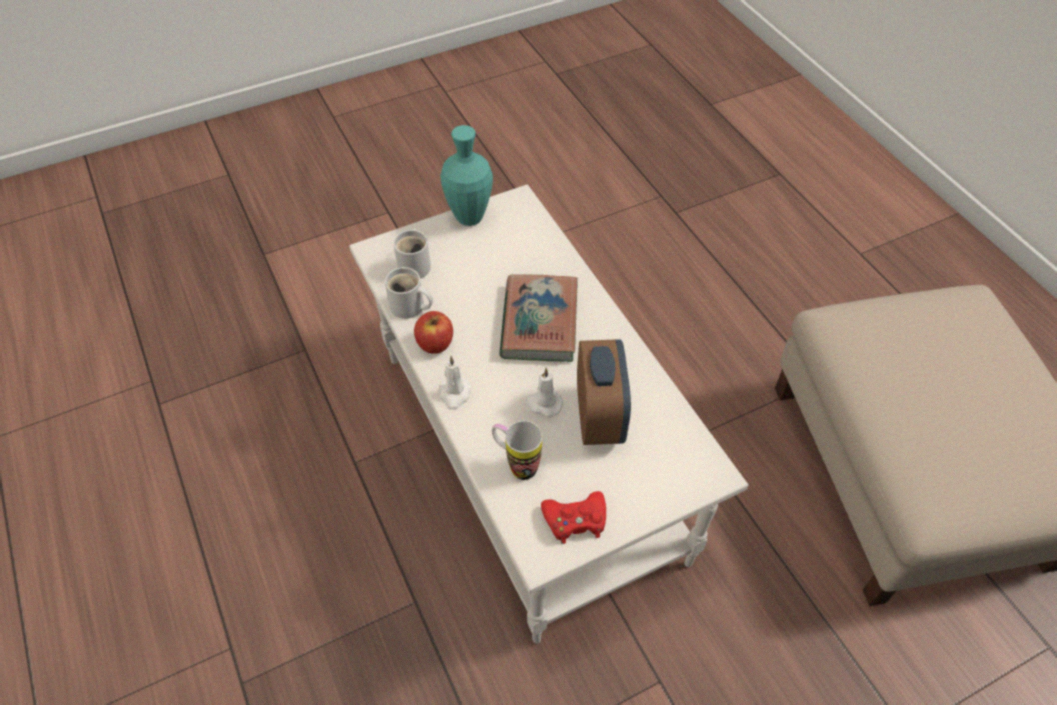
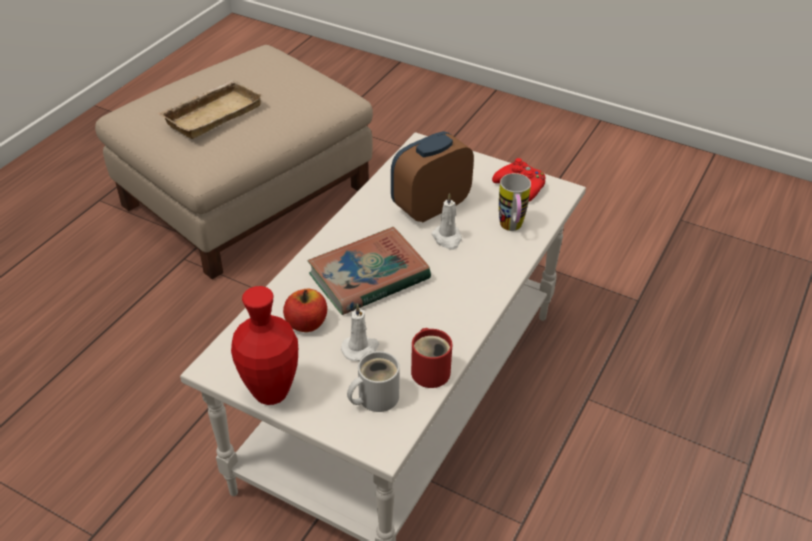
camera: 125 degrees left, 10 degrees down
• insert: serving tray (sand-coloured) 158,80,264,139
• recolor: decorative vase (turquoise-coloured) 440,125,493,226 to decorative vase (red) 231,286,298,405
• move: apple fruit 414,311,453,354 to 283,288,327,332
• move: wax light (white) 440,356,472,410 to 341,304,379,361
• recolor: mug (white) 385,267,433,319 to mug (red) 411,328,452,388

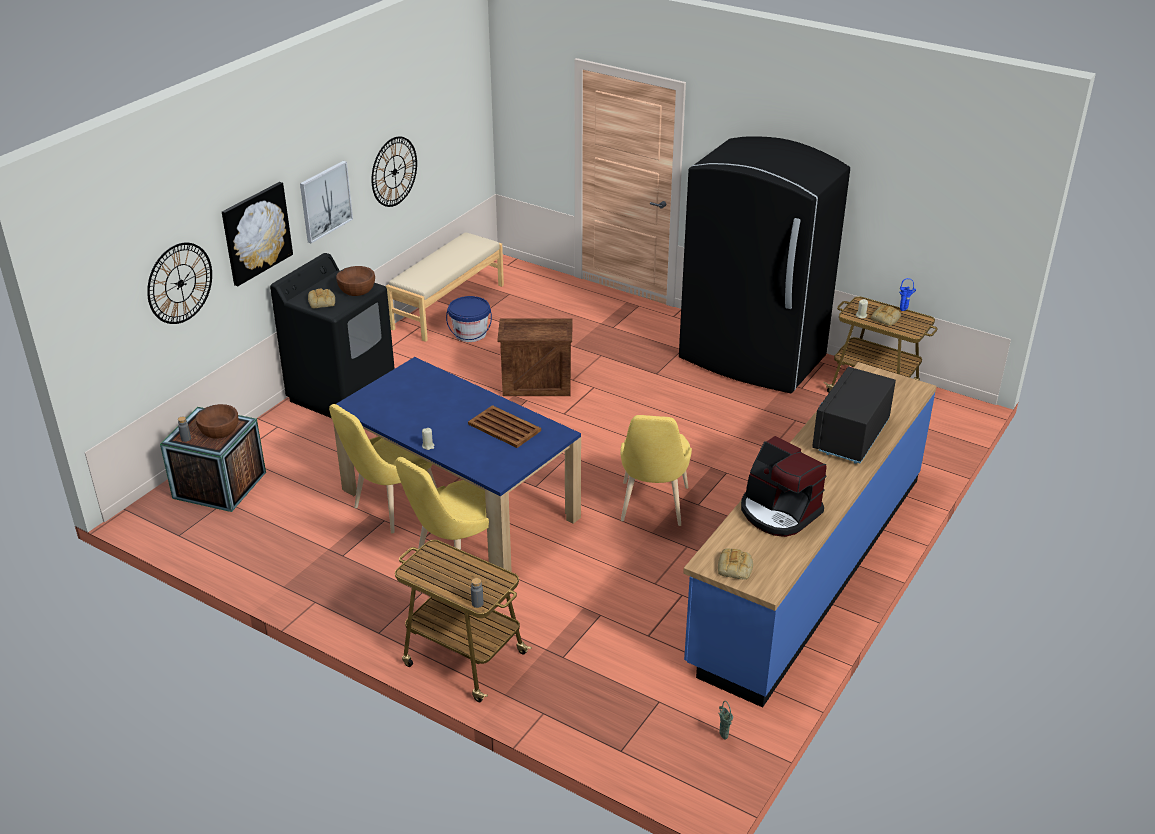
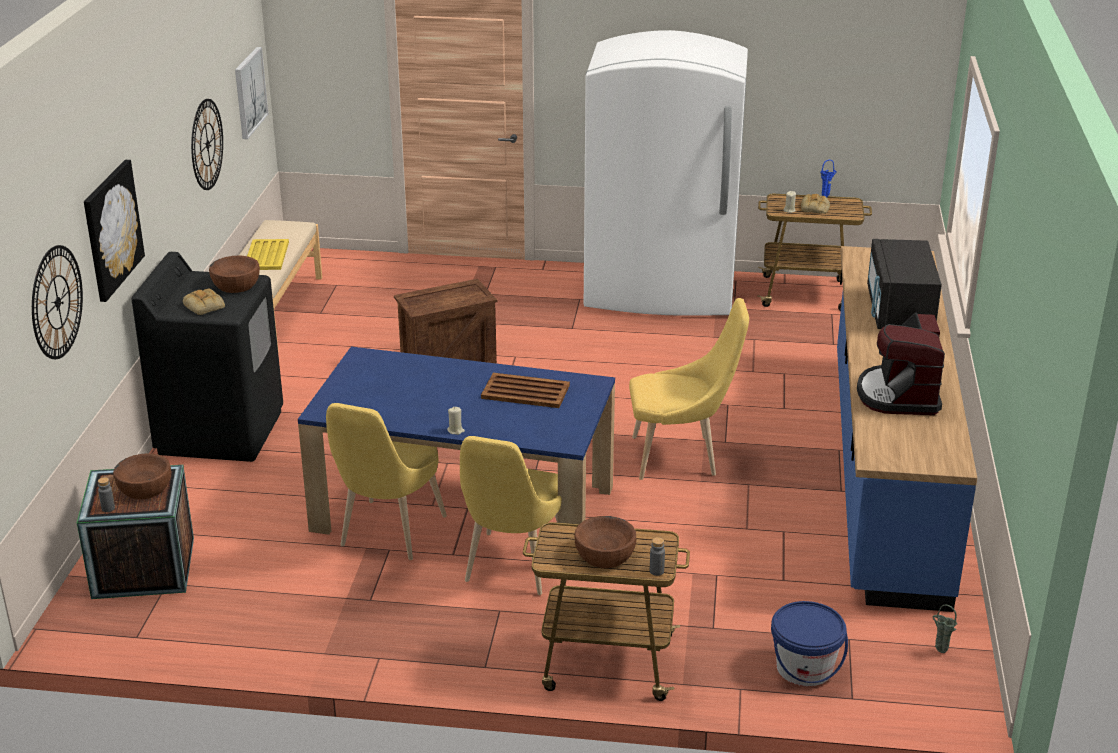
camera: 25 degrees left, 5 degrees down
• move: picture 300,161,353,243 to 235,47,268,139
• insert: serving tray (yellowish) 247,239,289,270
• insert: bowl (brown) 575,516,636,568
• recolor: kitchen fridge (black) 679,136,850,393 to kitchen fridge (white) 584,30,748,316
• rotate: plain chair (yellowish) 620,415,692,526 = 629,298,749,480 75 degrees counterclockwise
• move: water bucket (blue-coloured) 446,296,492,342 to 771,601,848,686
• rotate: coffee brewer 741,436,827,537 = 857,313,945,415 75 degrees clockwise
• delete: bakery bread 718,548,753,580

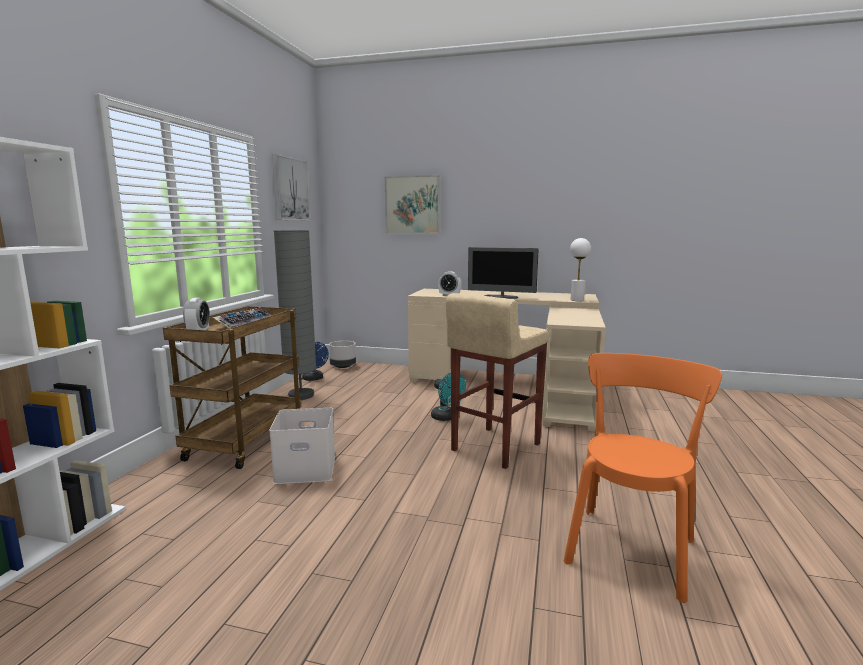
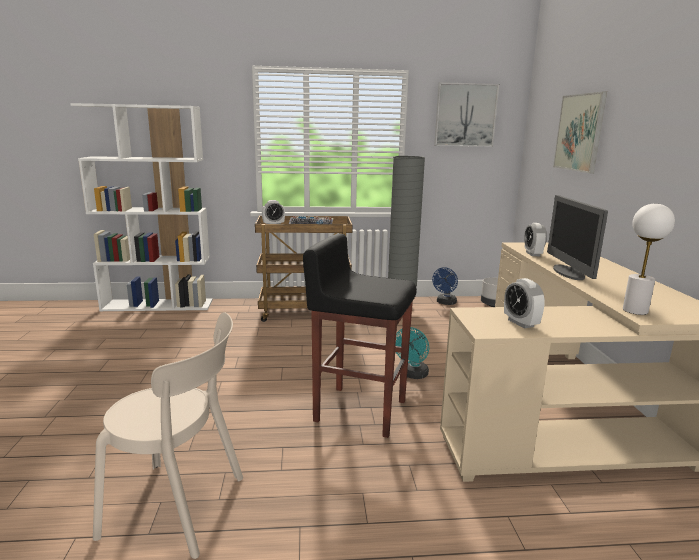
camera: 70 degrees right, 5 degrees up
• recolor: plain chair (orangey) 564,353,722,603 to plain chair (sand-coloured) 93,312,243,559
• recolor: stool (sand-coloured) 446,293,549,469 to stool (black) 303,233,417,438
• insert: table clock 504,278,545,328
• delete: storage container (white) 269,408,335,484

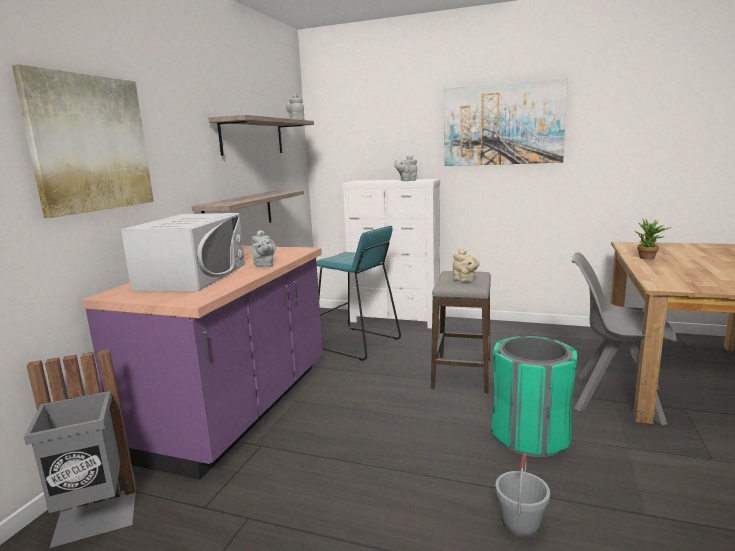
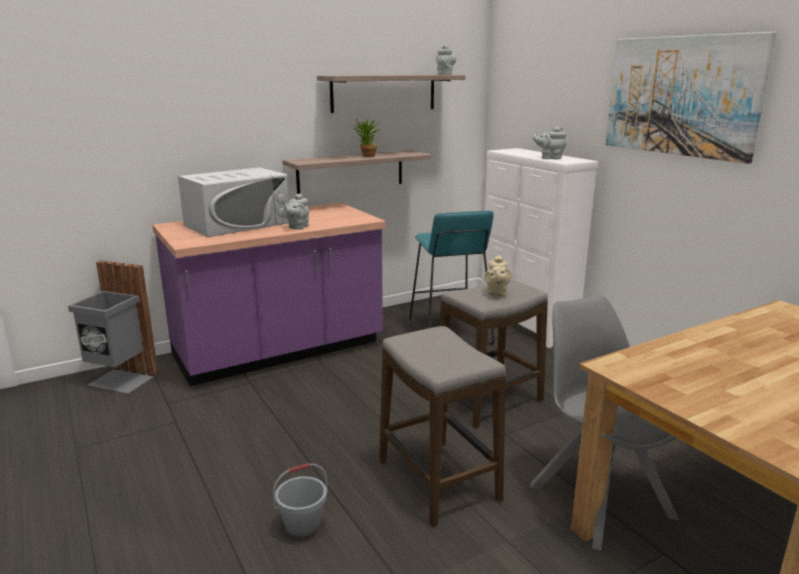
camera: 40 degrees right, 5 degrees up
• move: houseplant 635,219,672,260 to 353,119,381,157
• replace: rubbish bin (greenish) 491,336,577,457 to stool 379,326,506,527
• delete: picture 12,64,154,218

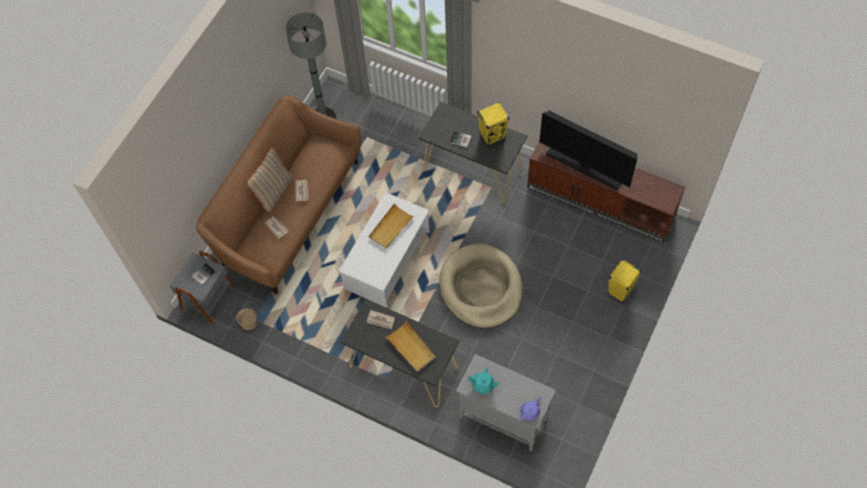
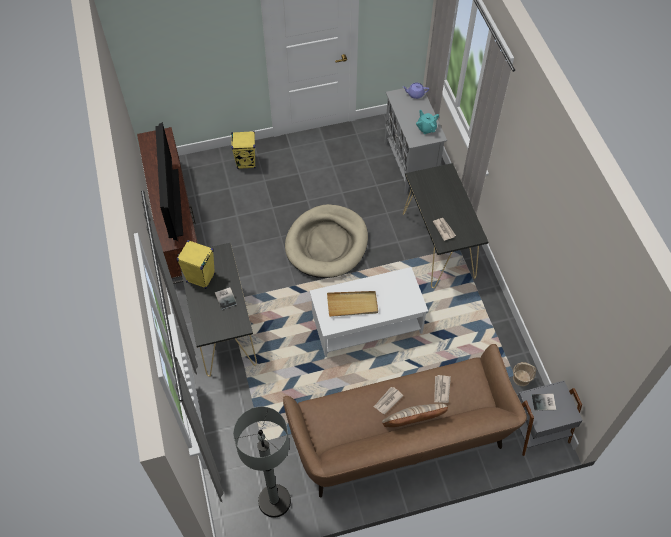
camera: 135 degrees left, 5 degrees down
• delete: serving tray (sand-coloured) 386,321,436,372

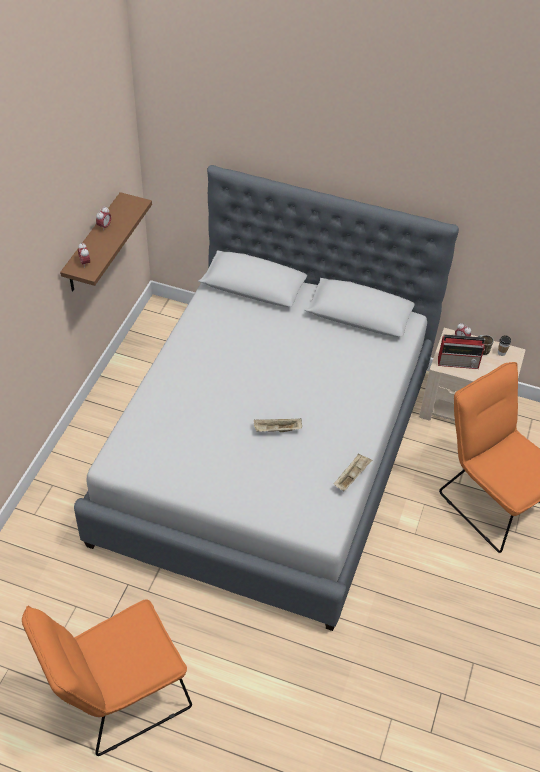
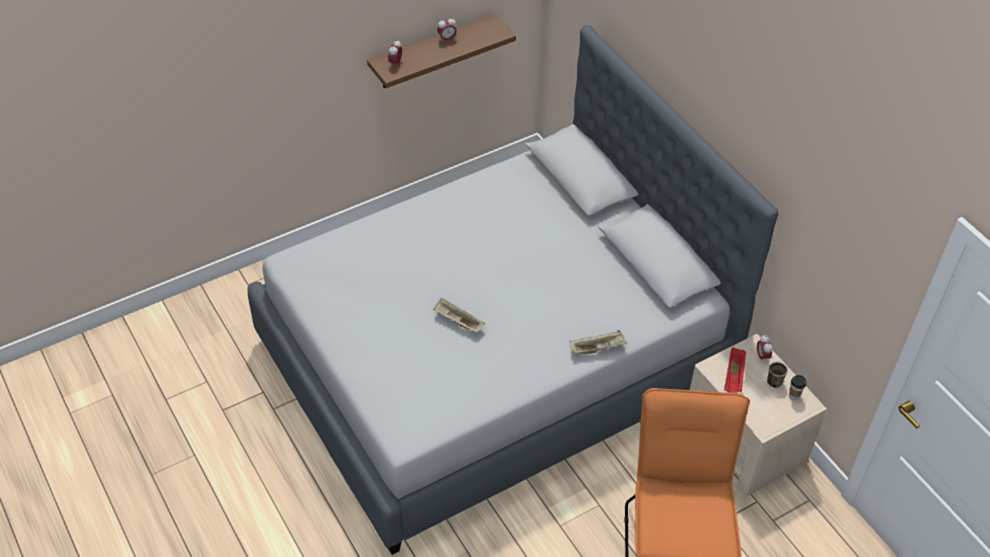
camera: 40 degrees right, 0 degrees up
• move: serving tray (sand-coloured) 334,453,372,491 to 570,330,627,354
• replace: radio 438,334,485,369 to serving tray (red) 724,347,746,393
• delete: plain chair (orangey) 22,599,192,756

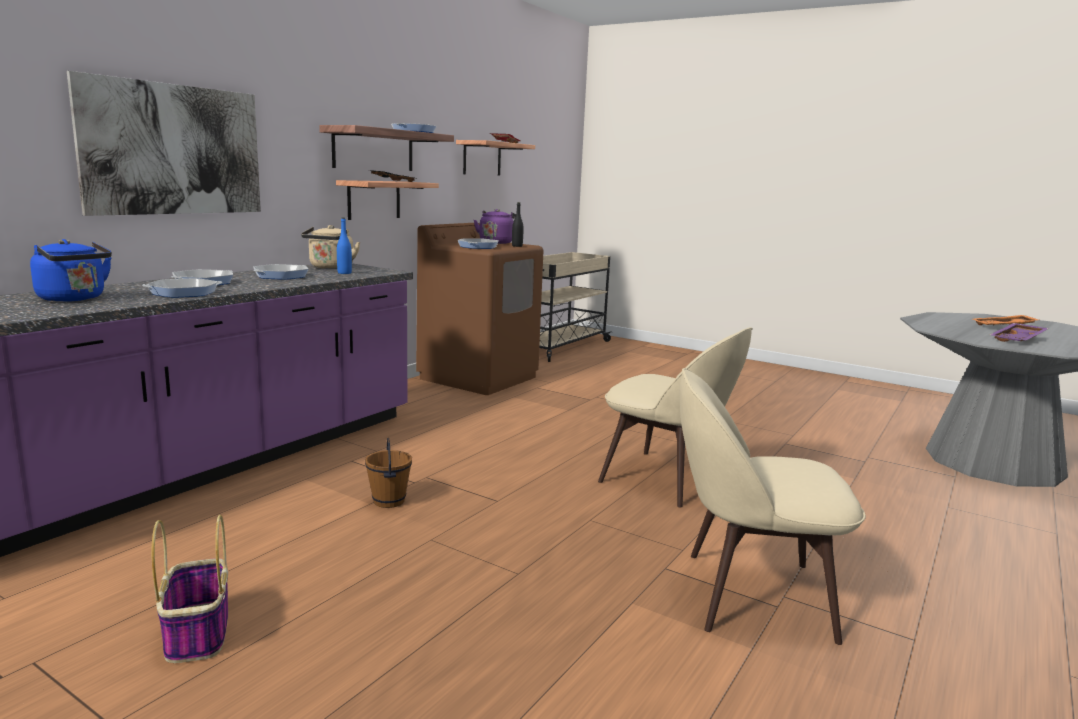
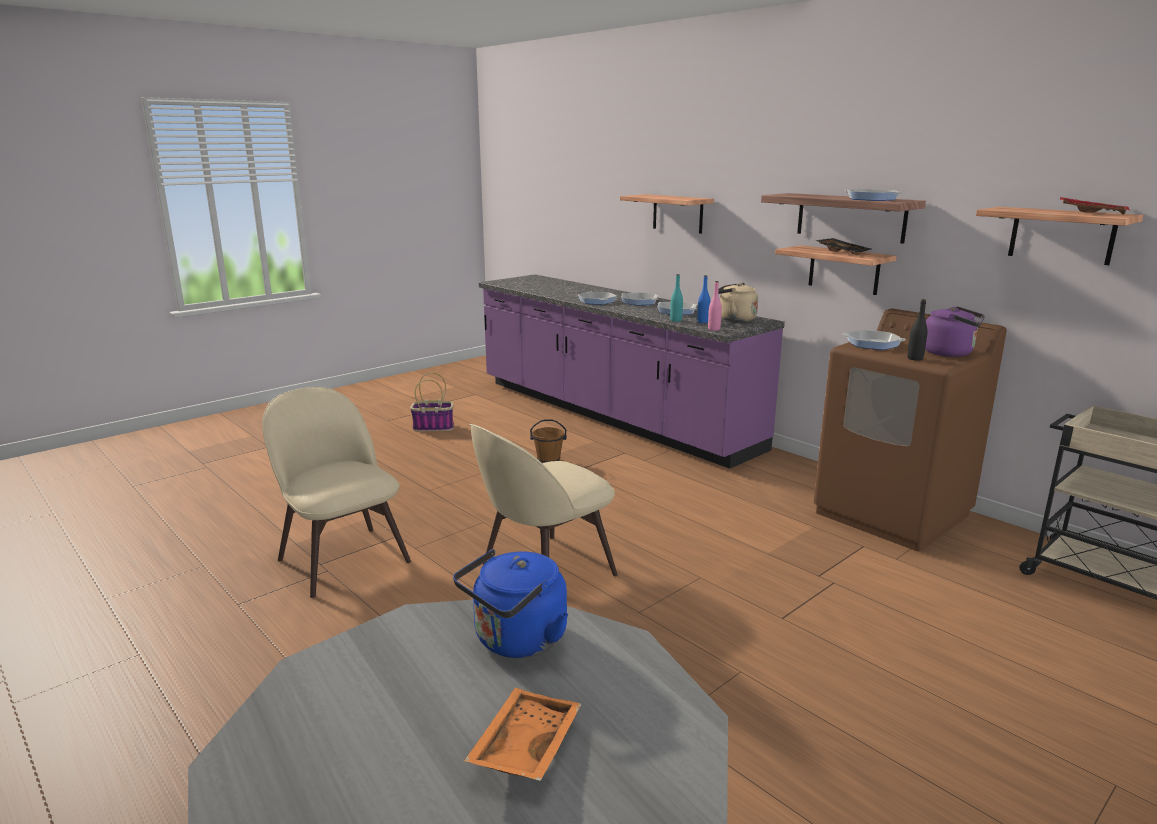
camera: 105 degrees right, 5 degrees up
• rotate: plain chair (sand-coloured) 679,368,866,645 = 262,387,411,598 60 degrees counterclockwise
• move: water kettle (blue-coloured) 30,239,112,302 to 453,549,568,658
• replace: picture 67,71,261,216 to wall shelf 620,194,714,234
• insert: beverage bottle (turquoise-coloured) 670,274,683,322
• insert: beverage bottle (pink-coloured) 708,281,722,331
• delete: serving tray (purple) 990,323,1049,342

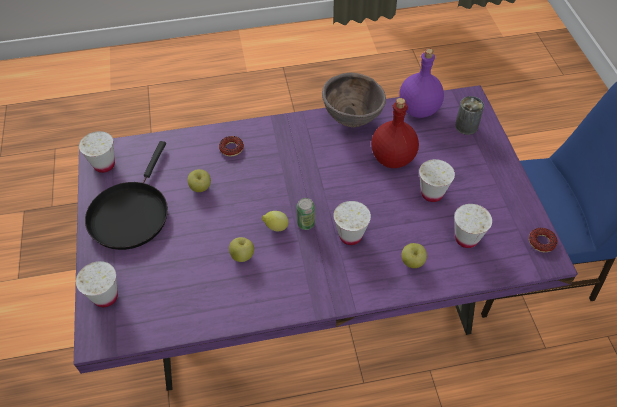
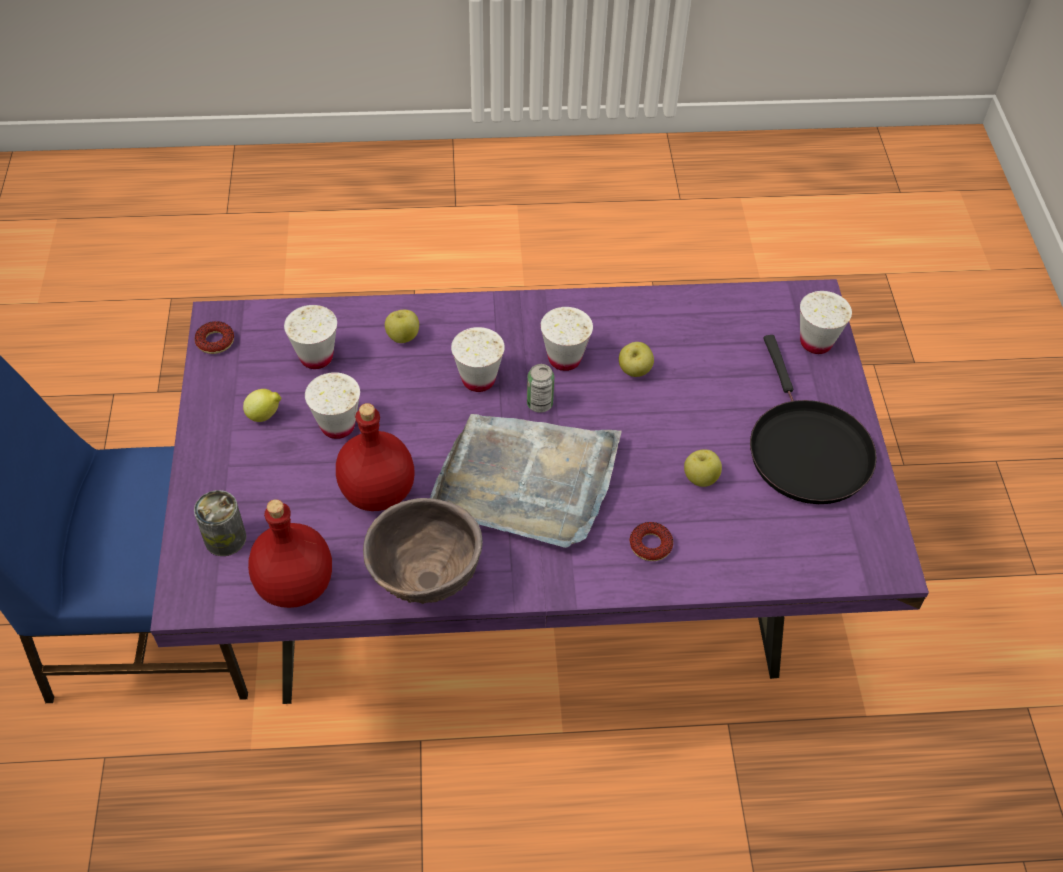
camera: 175 degrees left, 0 degrees up
• move: citrus fruit 262,211,289,231 to 243,389,281,422
• recolor: beverage bottle (purple) 399,49,444,118 to beverage bottle (red) 248,499,332,608
• insert: serving tray (gray) 430,414,622,548
• move: small cup (white) 79,131,115,173 to 540,307,593,371
• rotate: skillet (black) 85,141,168,250 = 750,335,877,504 150 degrees clockwise

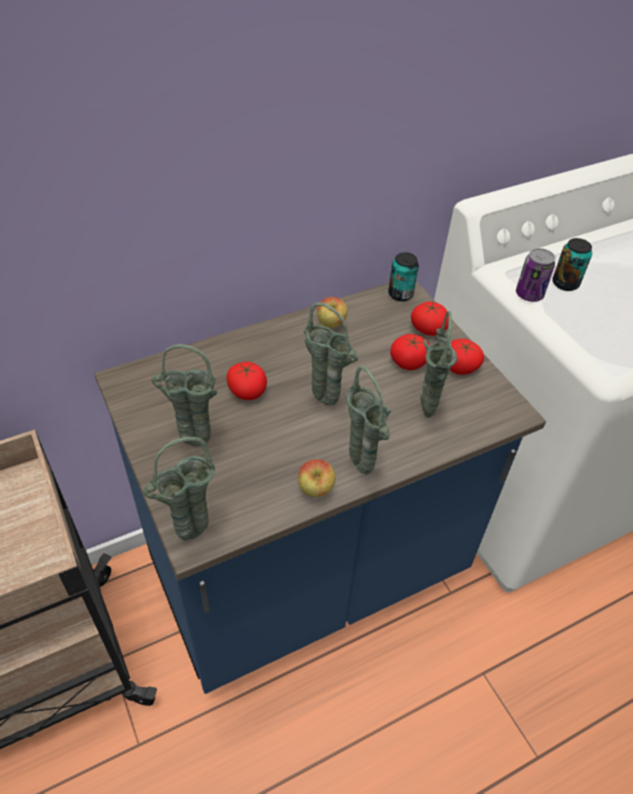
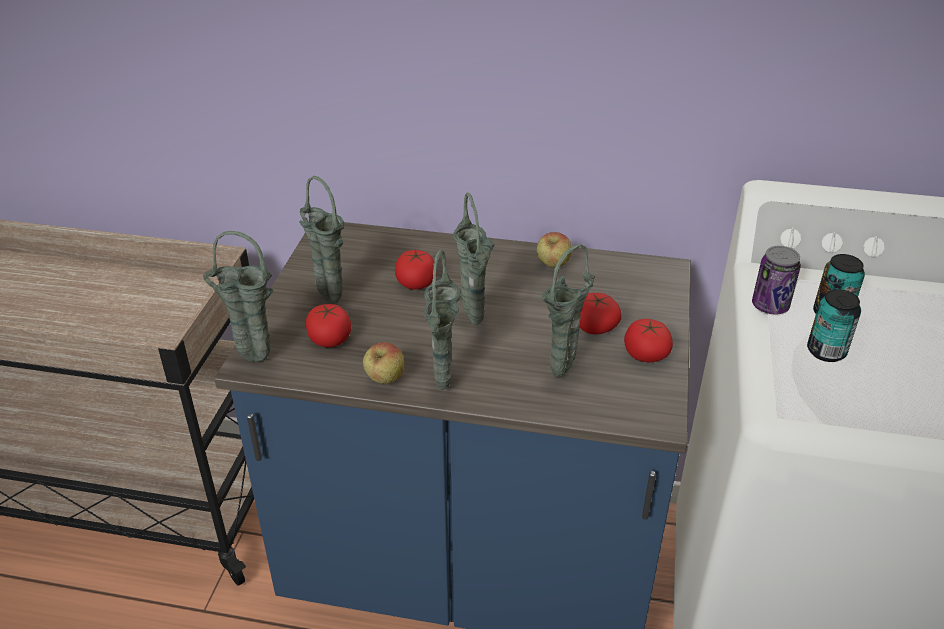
camera: 40 degrees right, 10 degrees down
• move: whole tomato 411,302,449,336 to 306,304,351,347
• move: metal can 388,252,419,301 to 807,289,861,362

